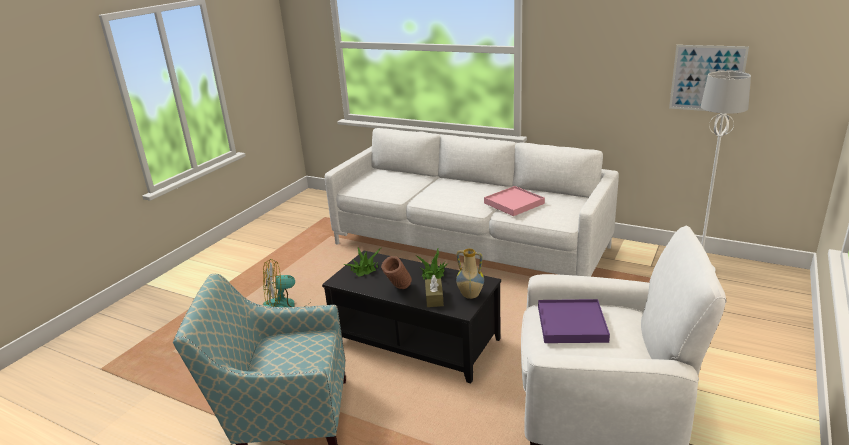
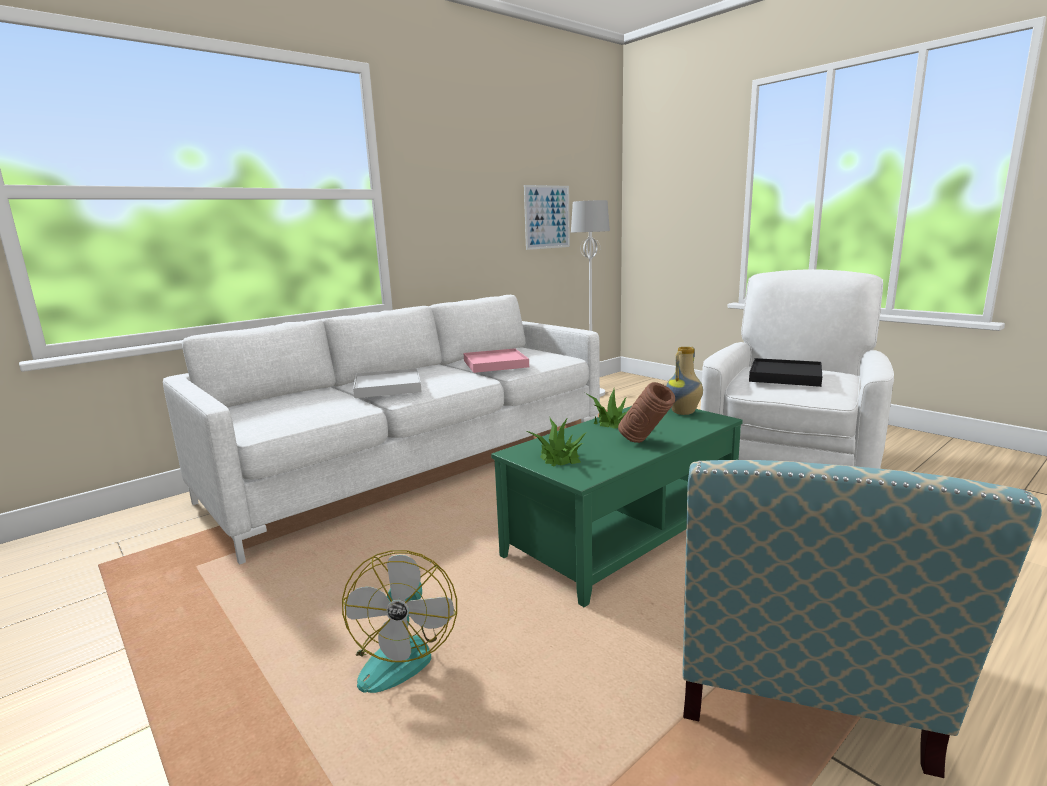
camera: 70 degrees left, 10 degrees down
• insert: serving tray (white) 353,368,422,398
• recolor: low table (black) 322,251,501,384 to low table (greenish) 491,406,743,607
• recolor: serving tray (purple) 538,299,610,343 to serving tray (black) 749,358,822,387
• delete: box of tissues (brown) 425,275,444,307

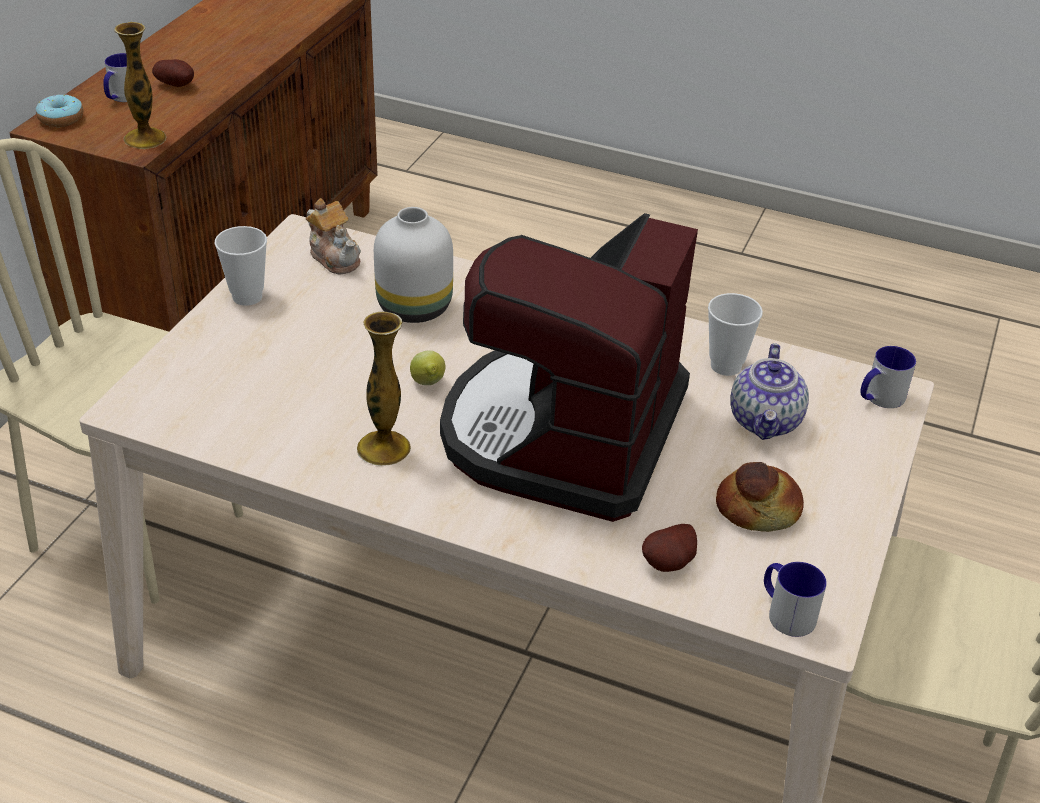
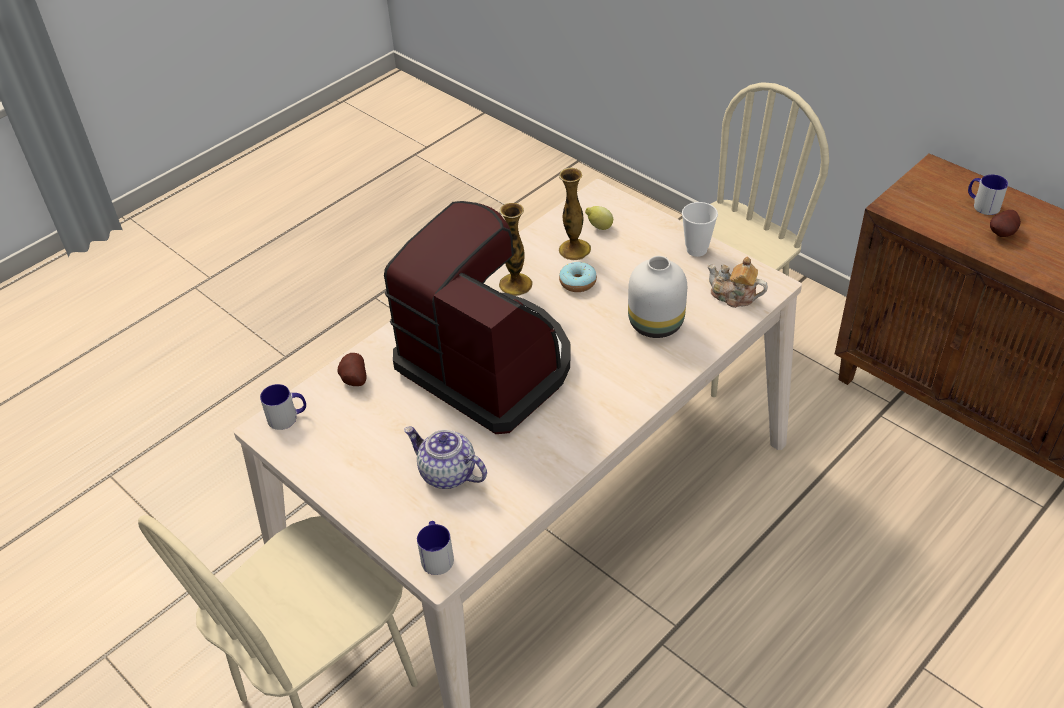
camera: 115 degrees right, 5 degrees up
• move: decorative vase 114,22,167,149 to 559,168,591,260
• move: donut 36,94,83,127 to 559,262,597,292
• move: citrus fruit 410,350,446,385 to 585,206,613,230
• rotate: tea pot 306,198,361,275 = 707,257,768,308 45 degrees clockwise
• delete: small cup 708,293,763,376
• delete: bakery bread 716,462,804,532

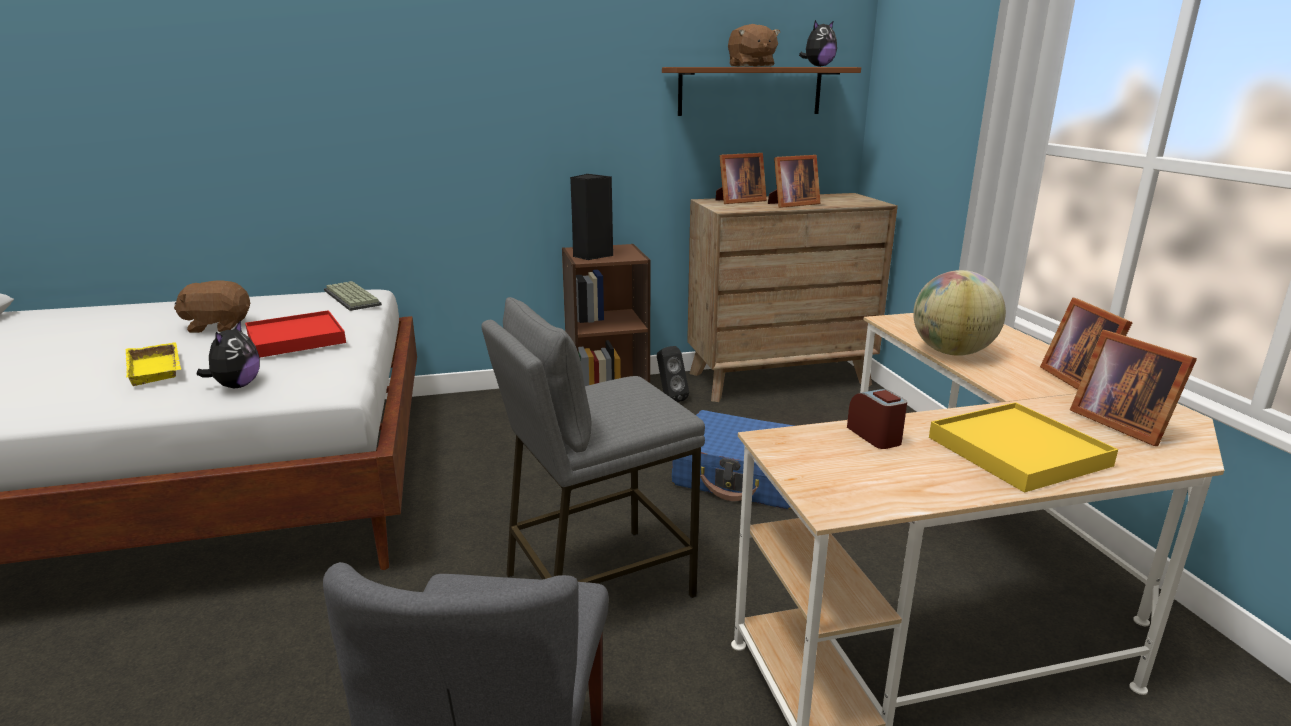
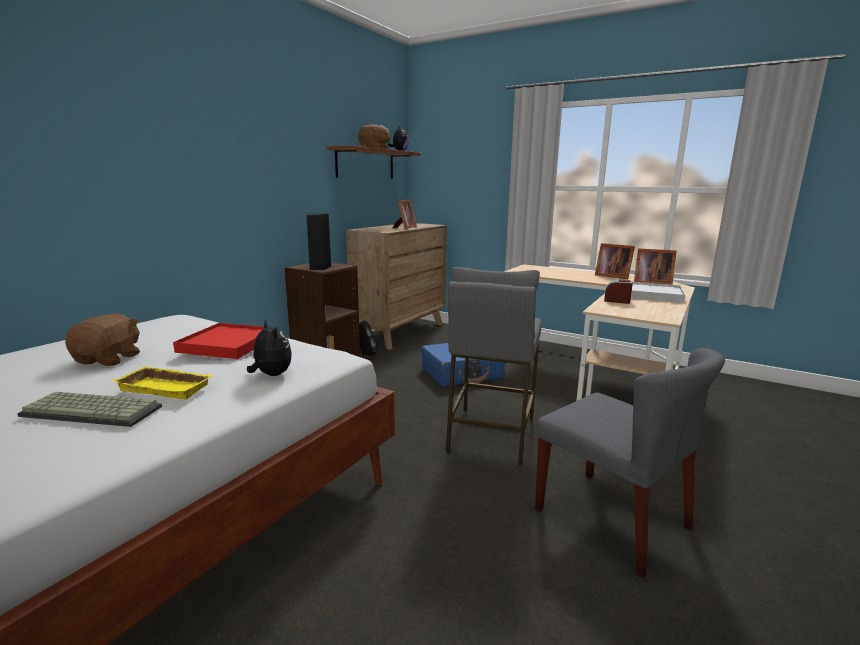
camera: 45 degrees left, 5 degrees down
• move: keyboard 324,281,382,311 to 17,392,162,427
• rotate: soft toy (brown) 174,281,250,333 = 65,314,140,366 150 degrees clockwise
• recolor: serving tray (yellowish) 929,402,1118,493 to serving tray (white) 631,282,685,303
• delete: standing frame 716,153,767,204
• delete: desk globe 913,270,1006,356

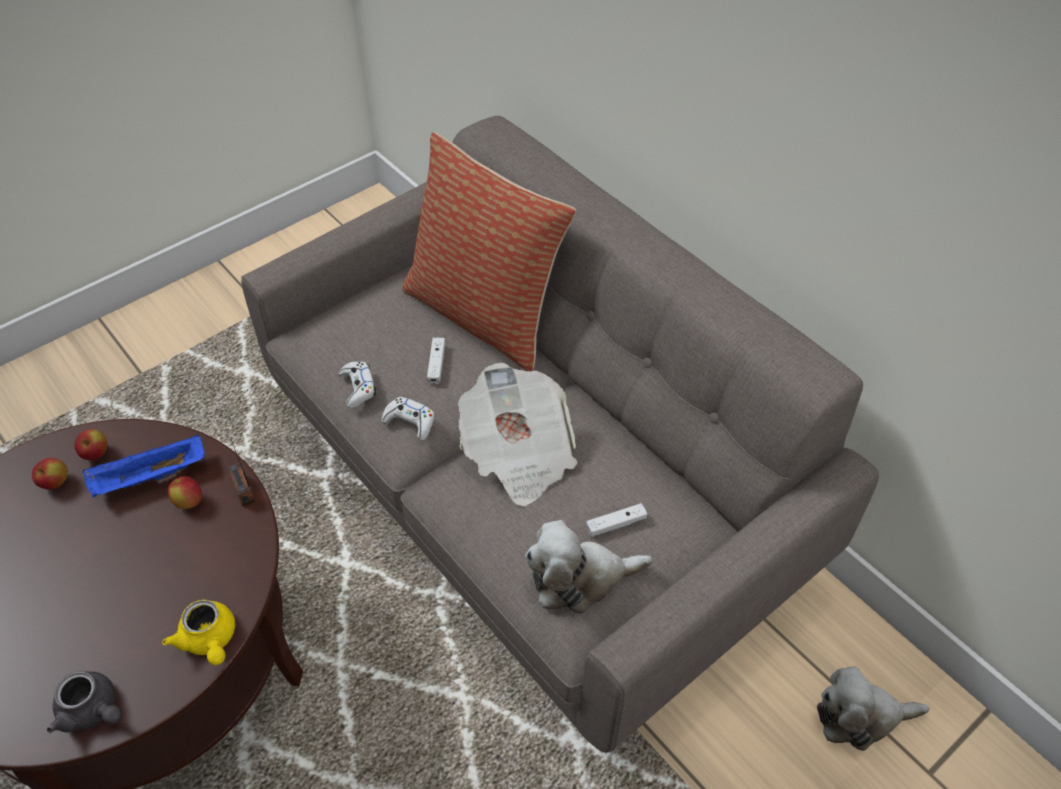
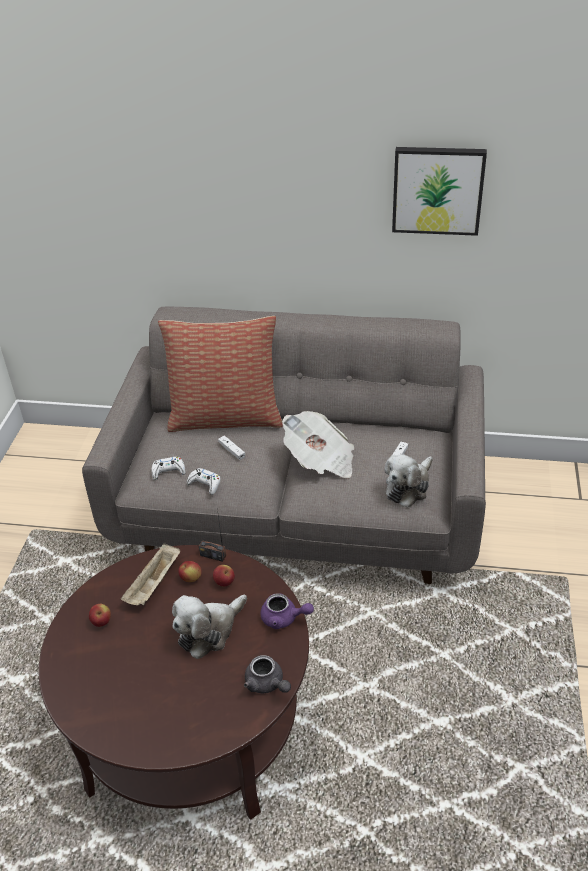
camera: 40 degrees left, 10 degrees down
• recolor: serving tray (blue-coloured) 83,435,204,498 to serving tray (sand-coloured) 121,543,180,605
• move: gamepad (white) 381,396,434,441 to 151,457,186,480
• move: soft toy 817,667,930,751 to 172,595,247,659
• move: apple fruit 74,429,108,460 to 213,565,235,587
• rotate: tea pot (gray) 47,671,123,733 = 244,655,291,693 60 degrees clockwise
• recolor: tea pot (yellowish) 163,600,235,665 to tea pot (purple) 261,593,314,629
• insert: picture 392,147,487,236

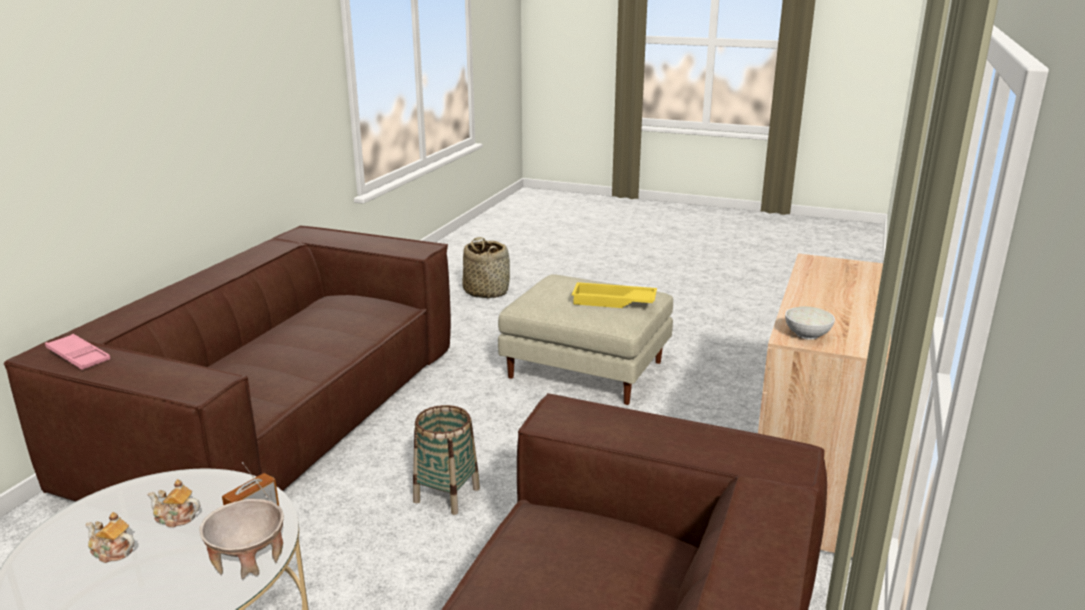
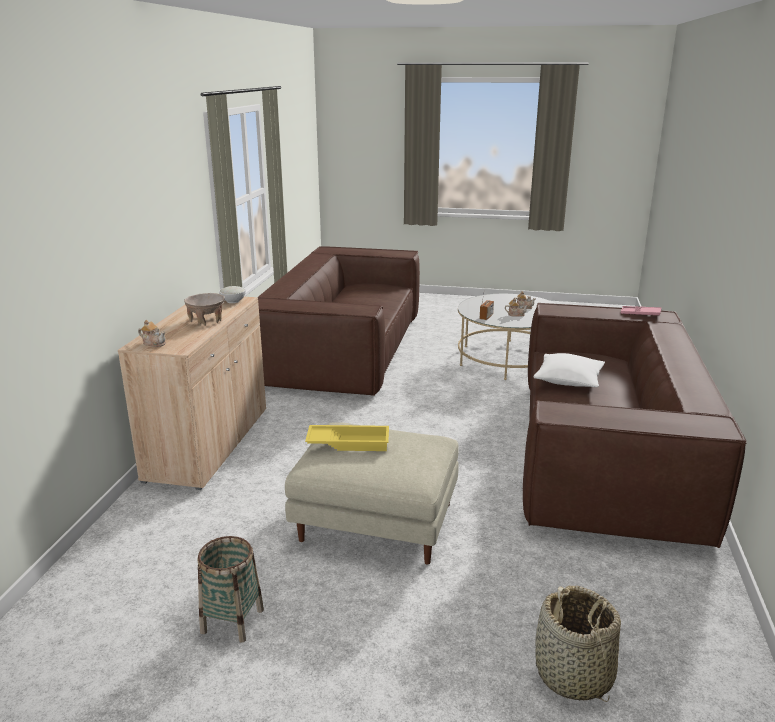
camera: 170 degrees right, 0 degrees up
• insert: tea pot 138,320,166,347
• move: bowl (sand-coloured) 200,499,284,579 to 184,293,225,326
• move: household basket 413,405,480,515 to 198,536,264,643
• insert: pillow (white) 534,353,605,387

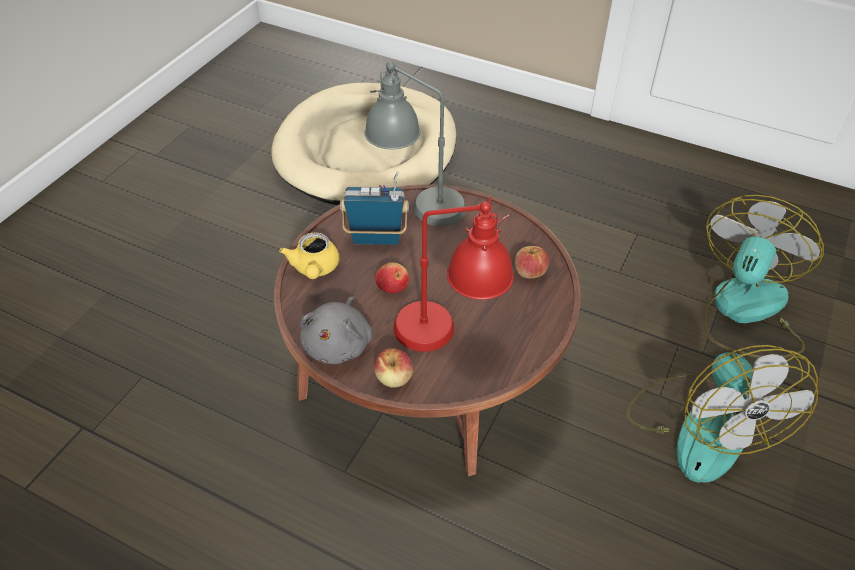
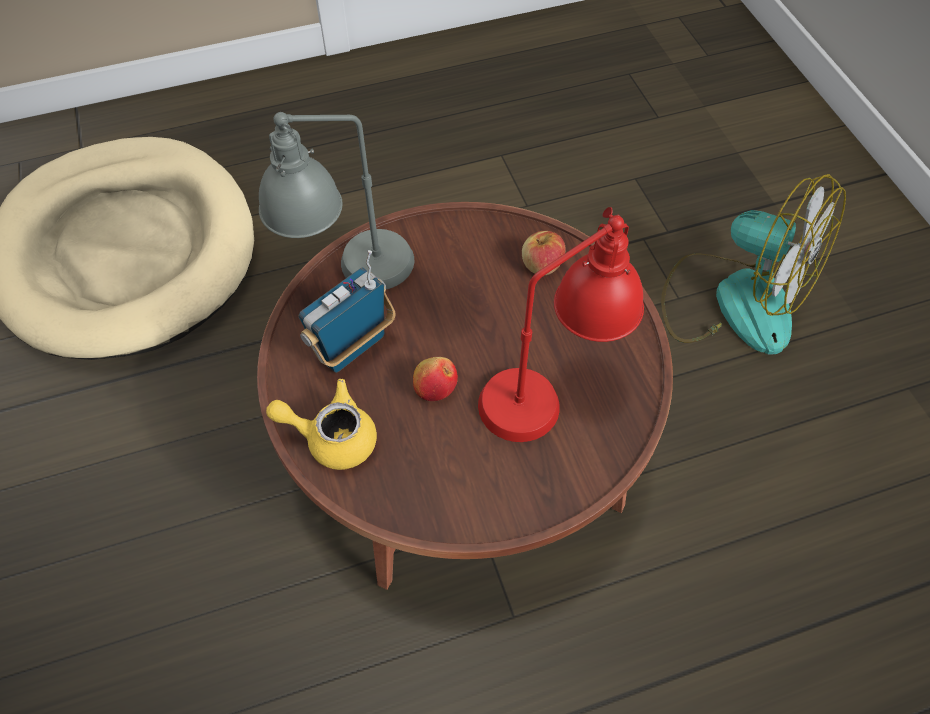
camera: 45 degrees left, 10 degrees up
• rotate: tea pot (yellowish) 279,232,339,279 = 266,379,377,470 150 degrees clockwise
• delete: soft toy (gray) 299,297,373,364
• delete: apple fruit 374,348,413,388
• delete: fan 703,195,824,358

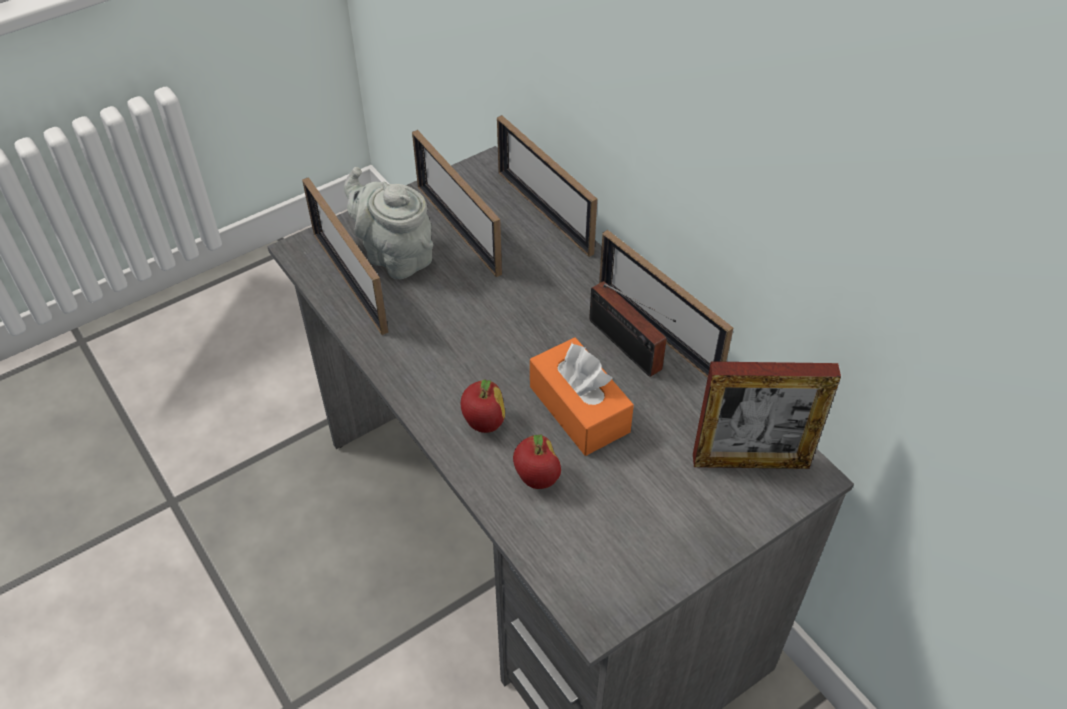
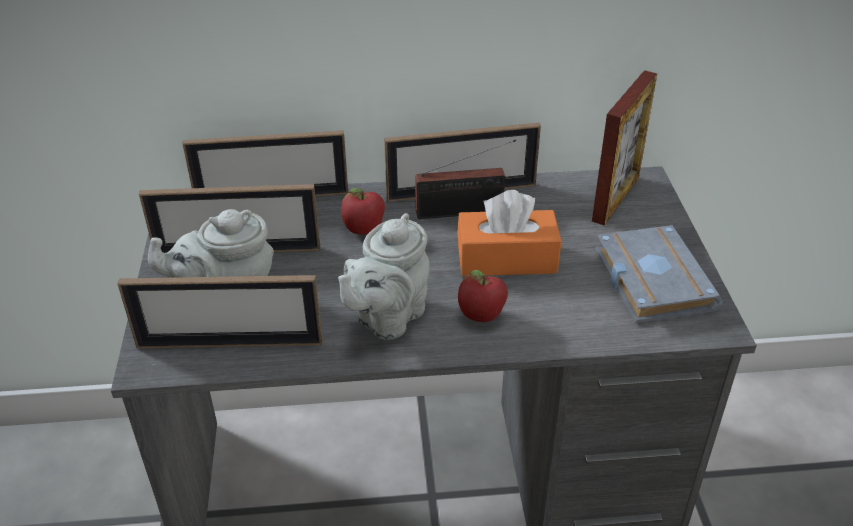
camera: 60 degrees left, 10 degrees down
• insert: tea pot (gray) 338,213,430,340
• move: apple fruit 513,435,561,489 to 341,188,385,235
• insert: book (gray) 596,225,723,323

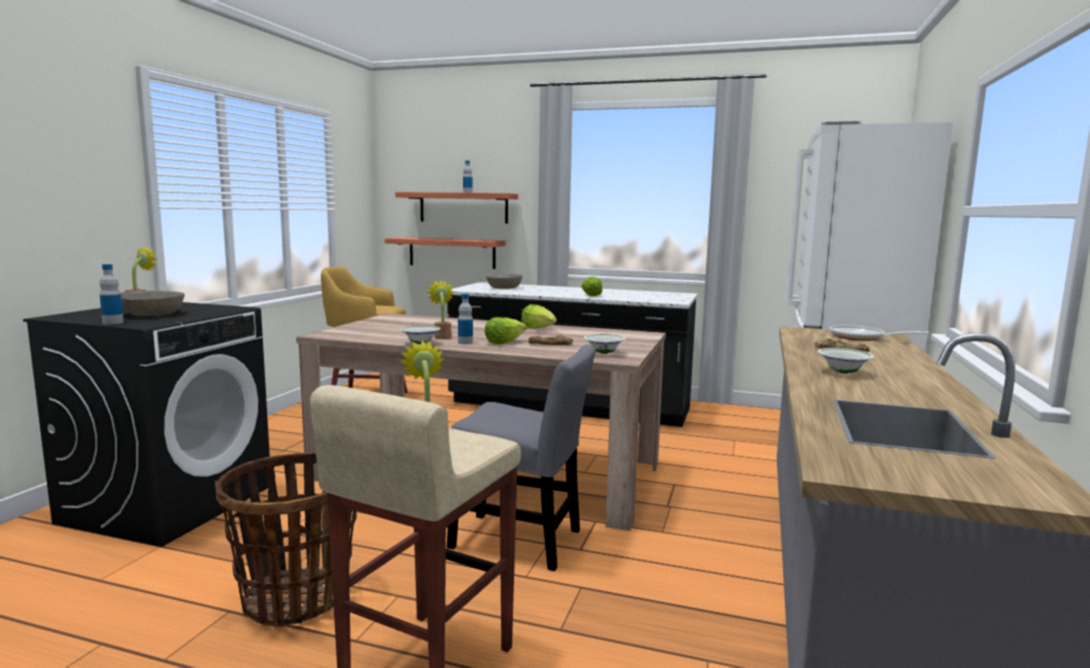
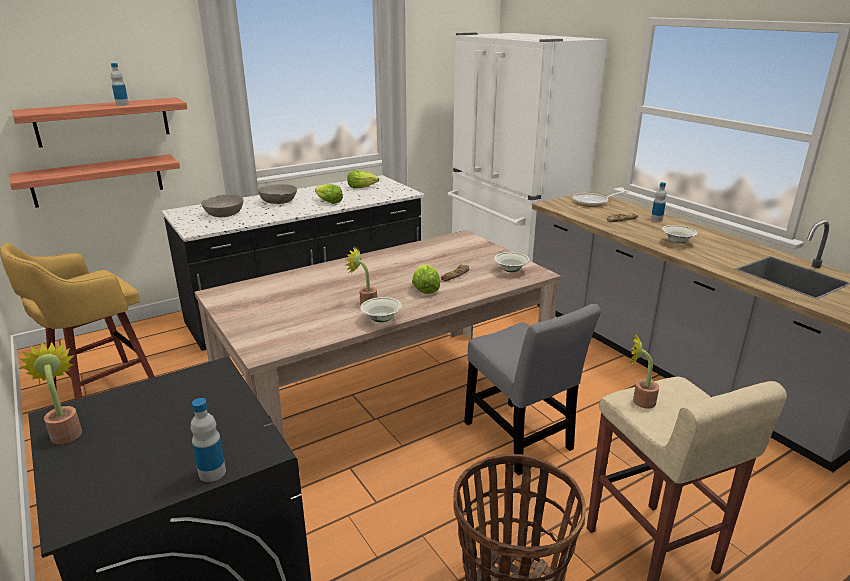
camera: 50 degrees left, 15 degrees up
• move: bowl (gray) 120,291,185,316 to 258,184,297,204
• move: lettuce head 521,304,557,329 to 347,170,379,188
• rotate: plain chair (gray) 447,344,596,571 = 464,304,601,476 90 degrees clockwise
• move: beverage bottle 458,294,473,344 to 651,182,666,221

